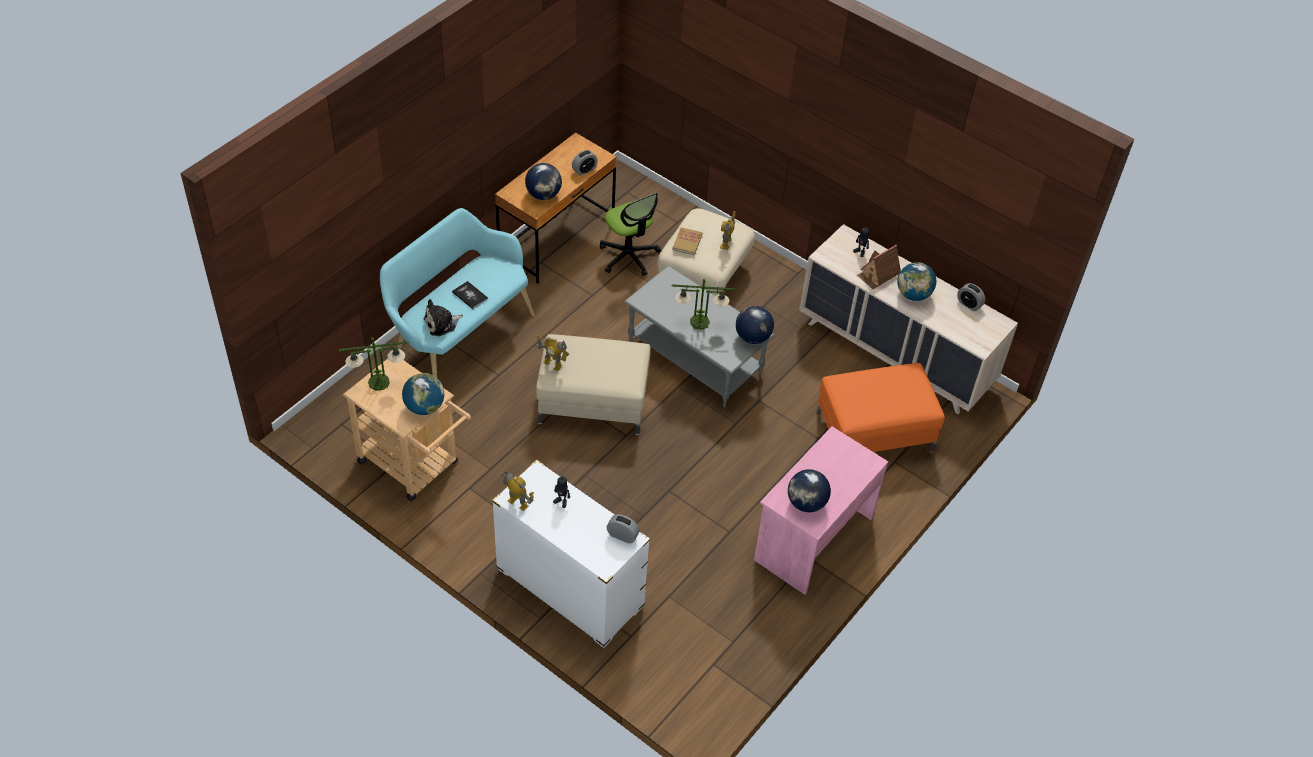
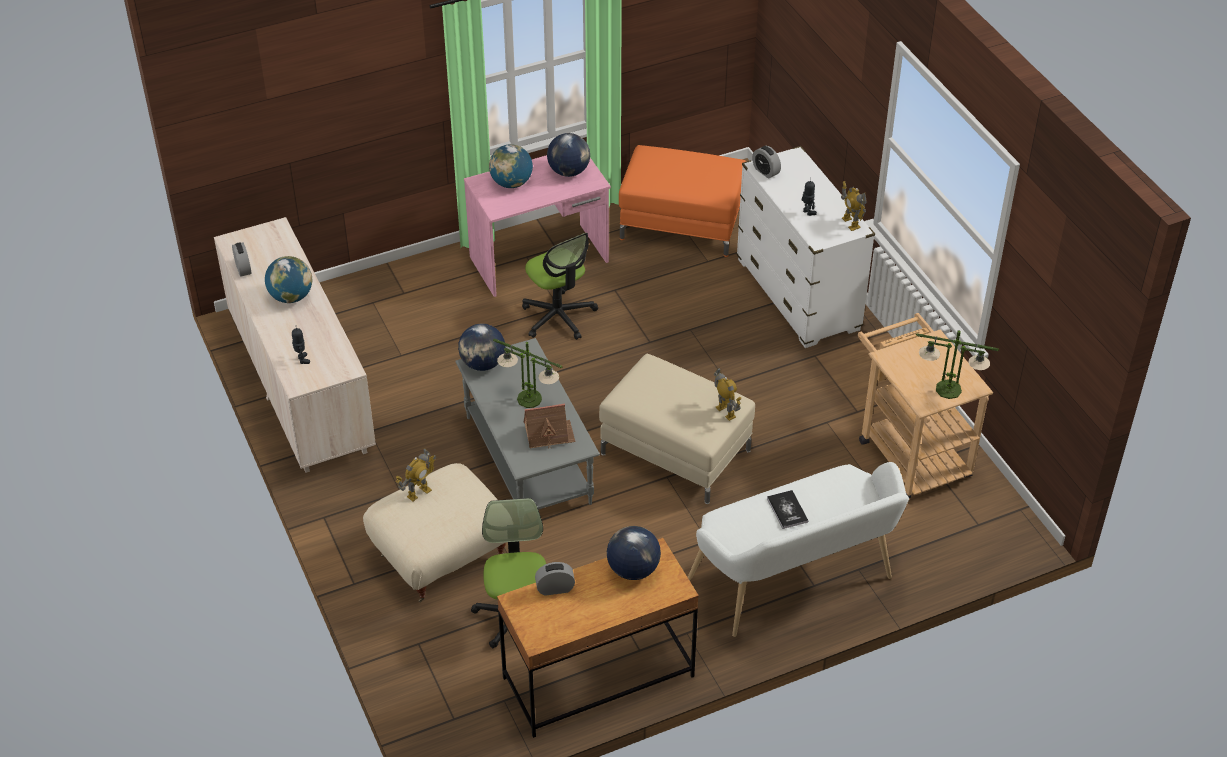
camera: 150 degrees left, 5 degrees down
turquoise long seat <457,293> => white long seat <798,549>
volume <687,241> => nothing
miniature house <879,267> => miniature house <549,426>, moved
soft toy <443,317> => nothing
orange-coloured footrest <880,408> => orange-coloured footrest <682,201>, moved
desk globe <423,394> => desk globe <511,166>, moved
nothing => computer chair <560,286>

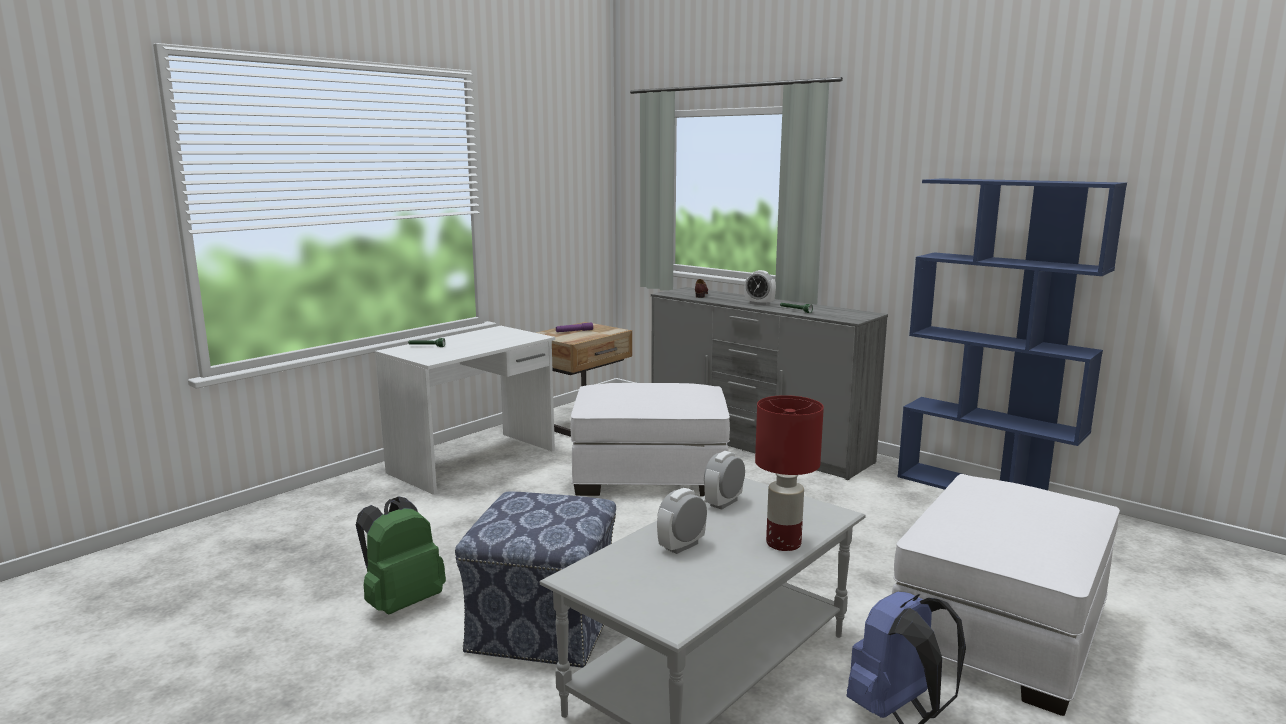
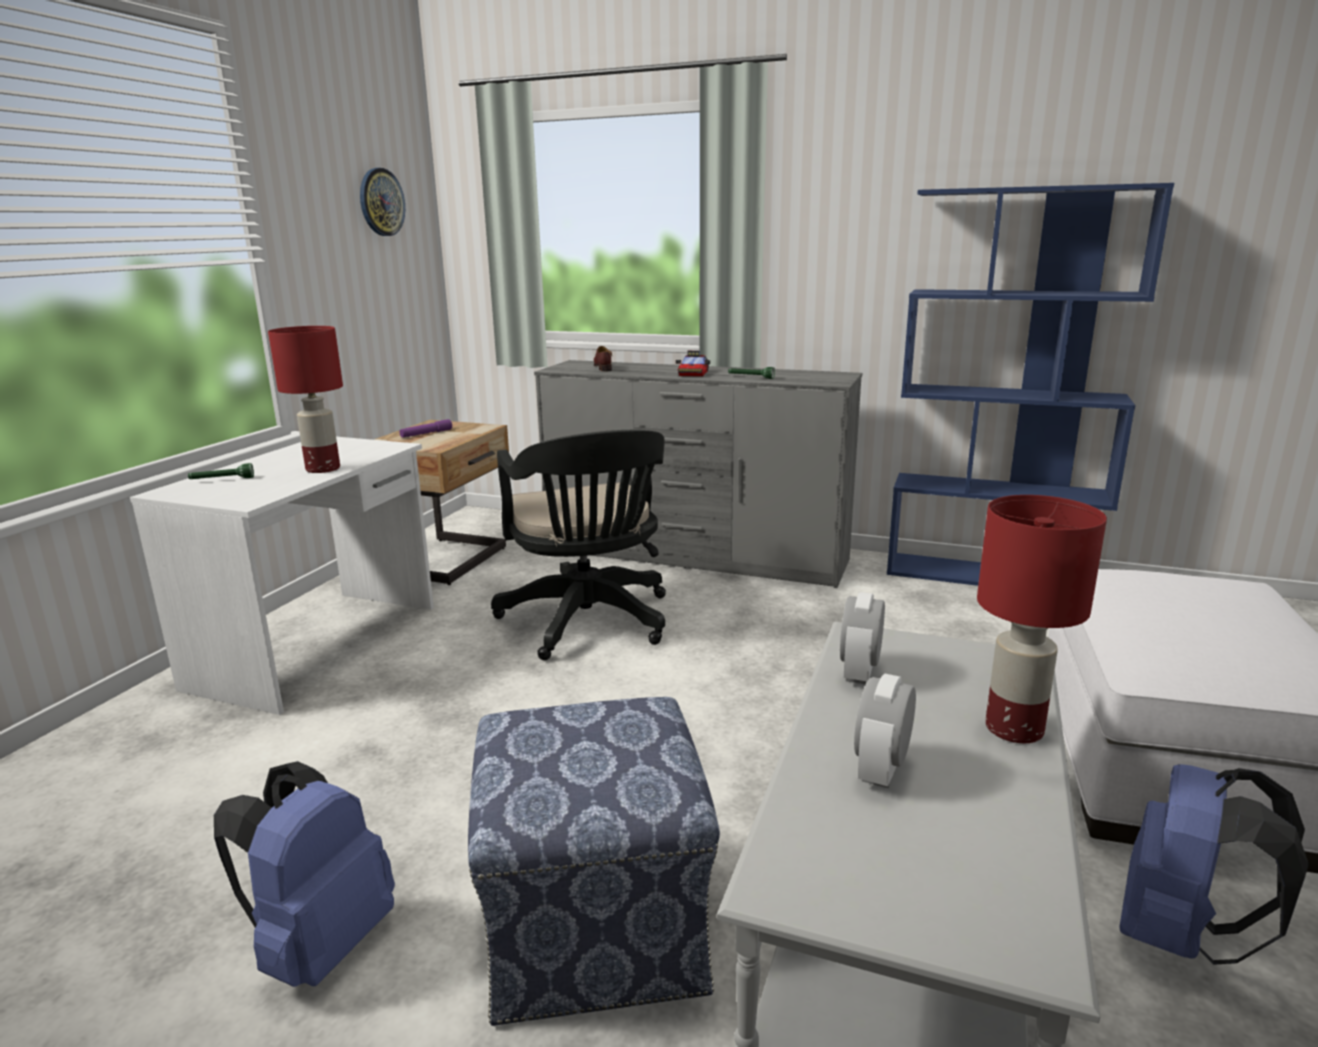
camera: 20 degrees left, 5 degrees up
bedside clock <760,288> => toy car <693,364>
white footrest <650,439> => black-coloured computer chair <578,545>
green rucksack <401,555> => blue rucksack <304,874>
nothing => clock on the wall <382,202>
nothing => reddish lamp for a table <305,399>

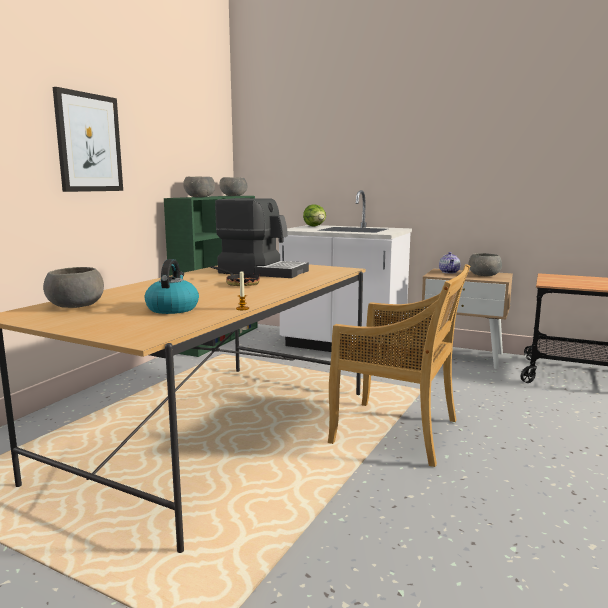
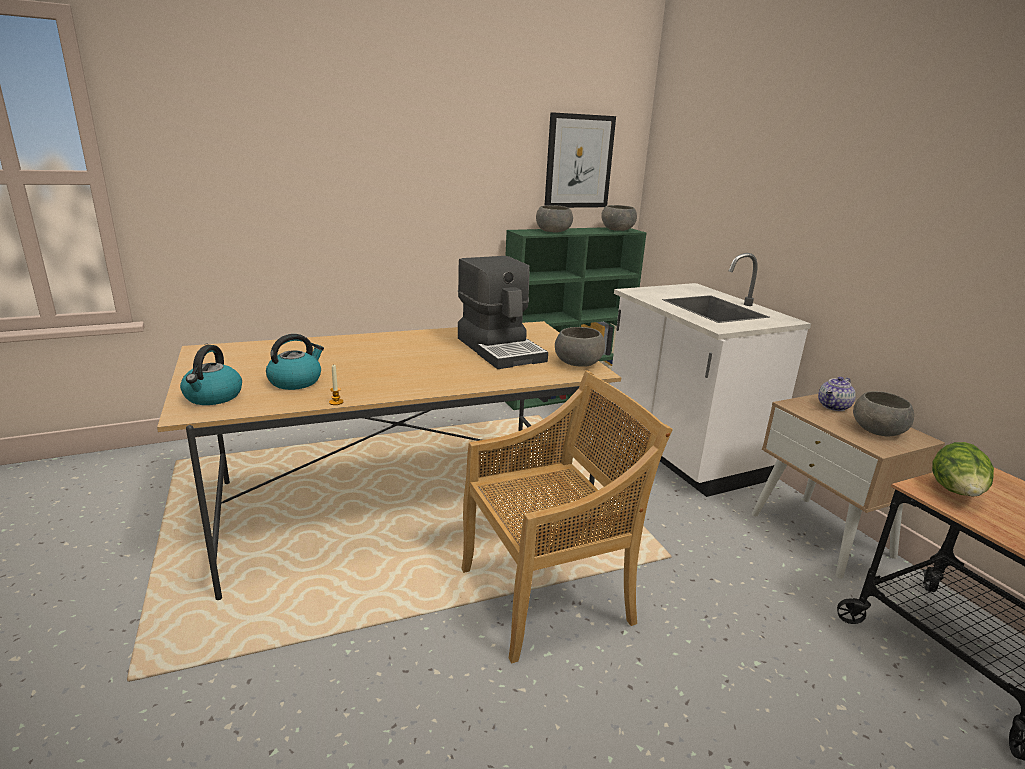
camera: 40 degrees right, 10 degrees up
picture <88,139> => picture <580,160>, moved
head of lettuce <314,215> => head of lettuce <963,469>, moved
beige-coloured plain chair <399,365> => beige-coloured plain chair <567,517>, 90 degrees counterclockwise
pan <235,276> => nothing
greyish serving bowl <73,287> => greyish serving bowl <580,347>, moved
nothing => kettle <211,375>

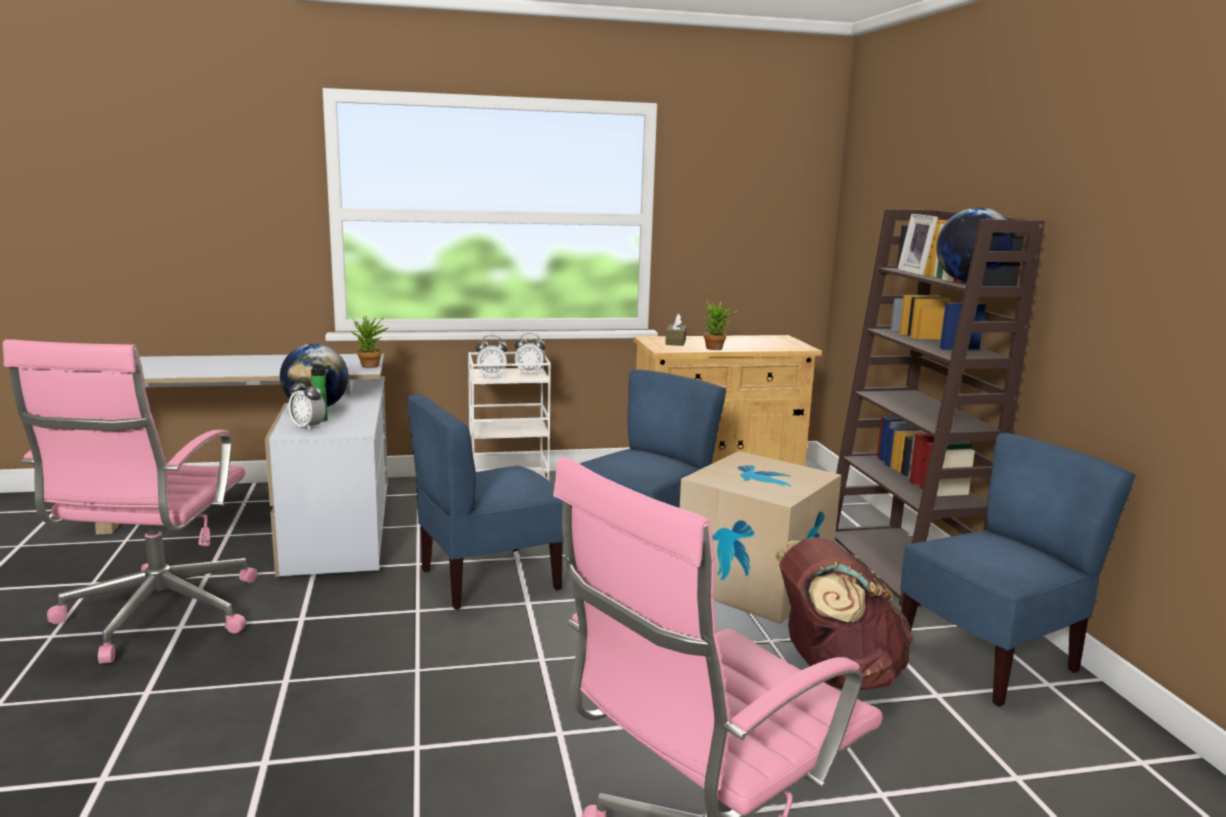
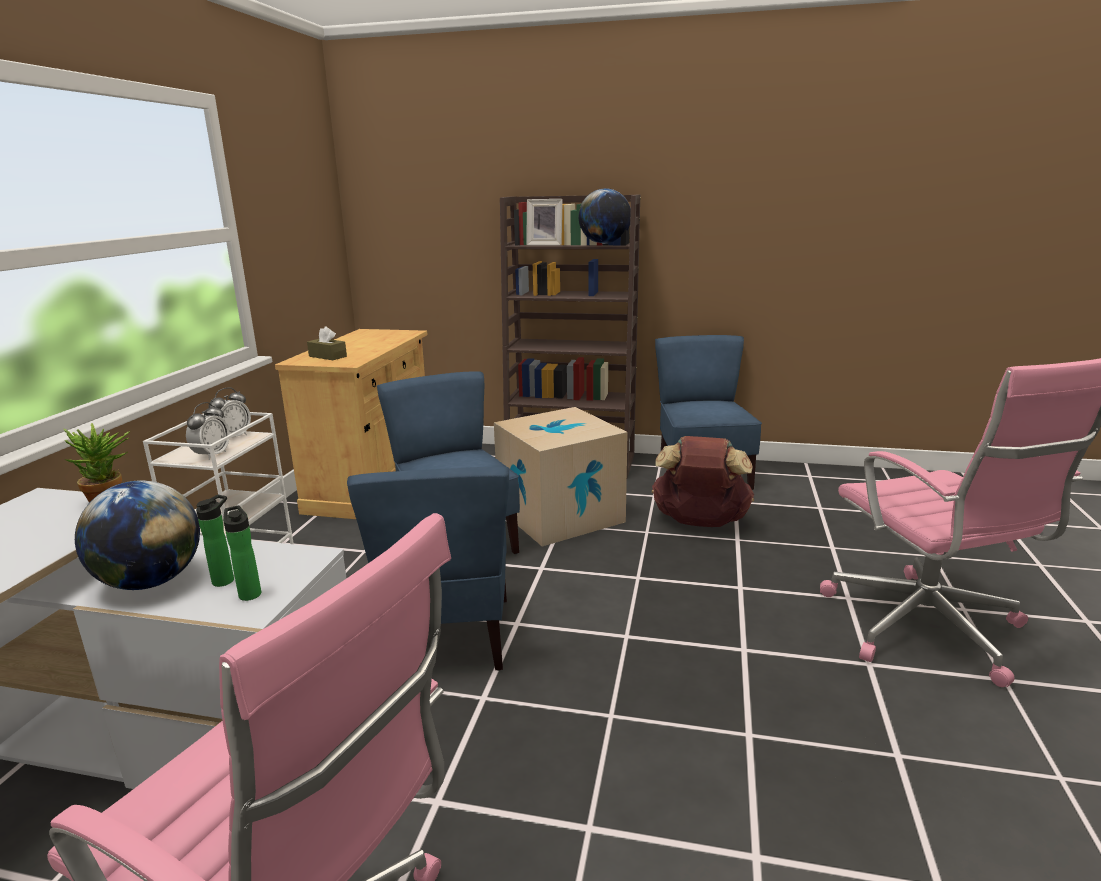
camera: 65 degrees left, 5 degrees up
potted plant <719,325> => nothing
bedside clock <307,404> => bottle <242,553>

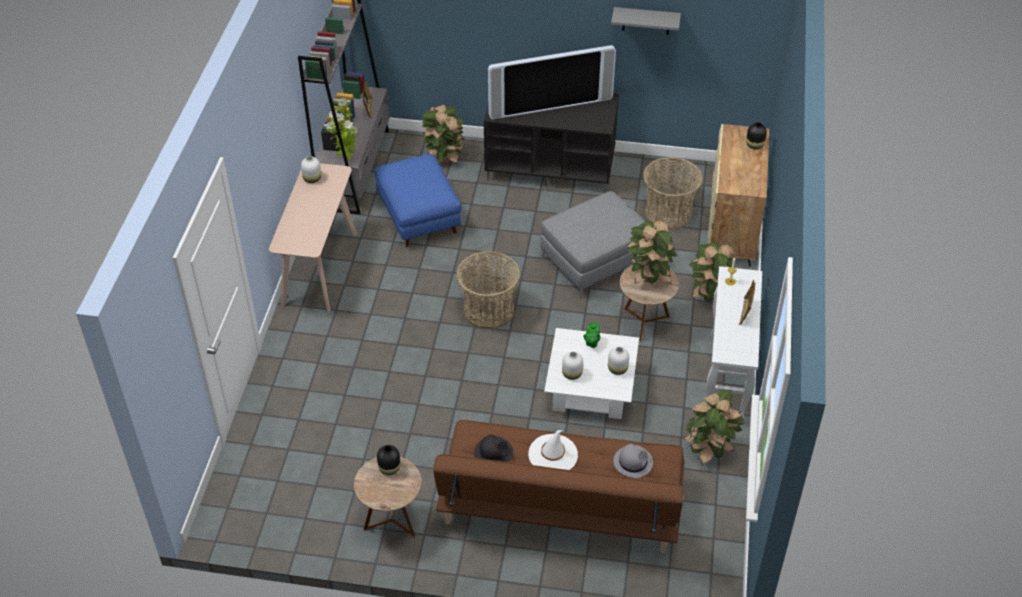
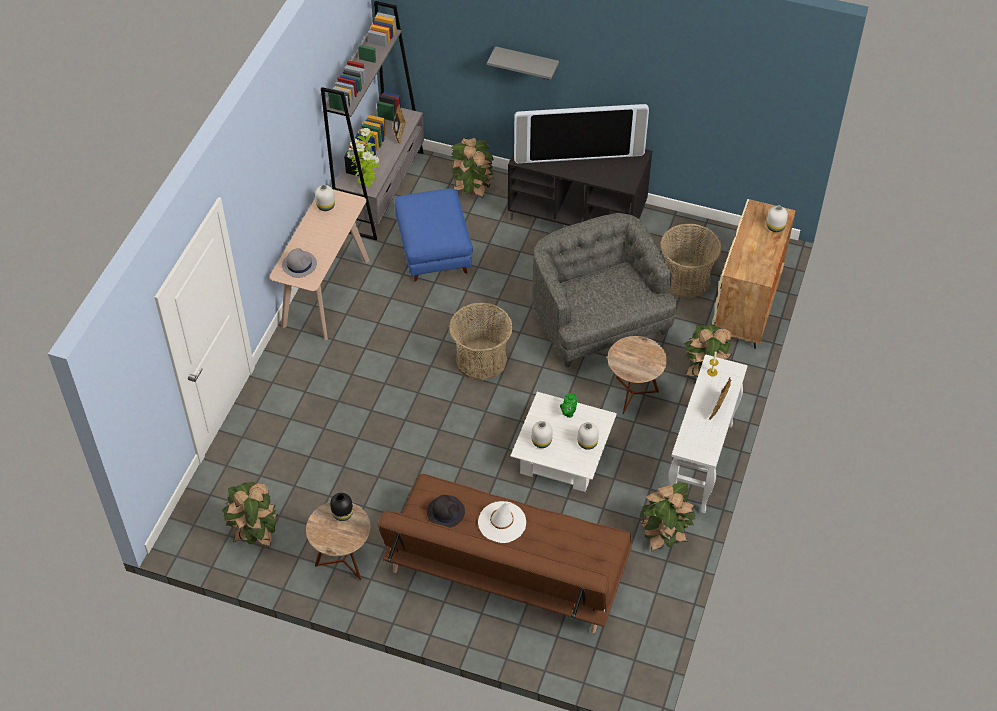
camera: 10 degrees right, 5 degrees up
greyish bracket shelf <646,21> => greyish bracket shelf <523,63>, moved
black-coloured flower vase <756,135> => white flower vase <777,219>
greyish footrest <592,245> => greyish easy chair <604,290>
potted plant <652,252> => potted plant <249,515>, moved
greyish clothing hat <633,461> => greyish clothing hat <299,263>, moved

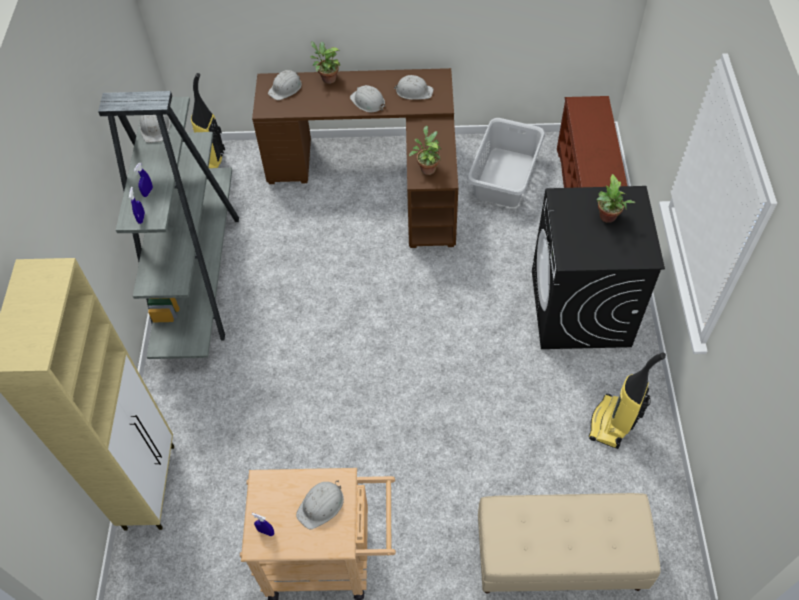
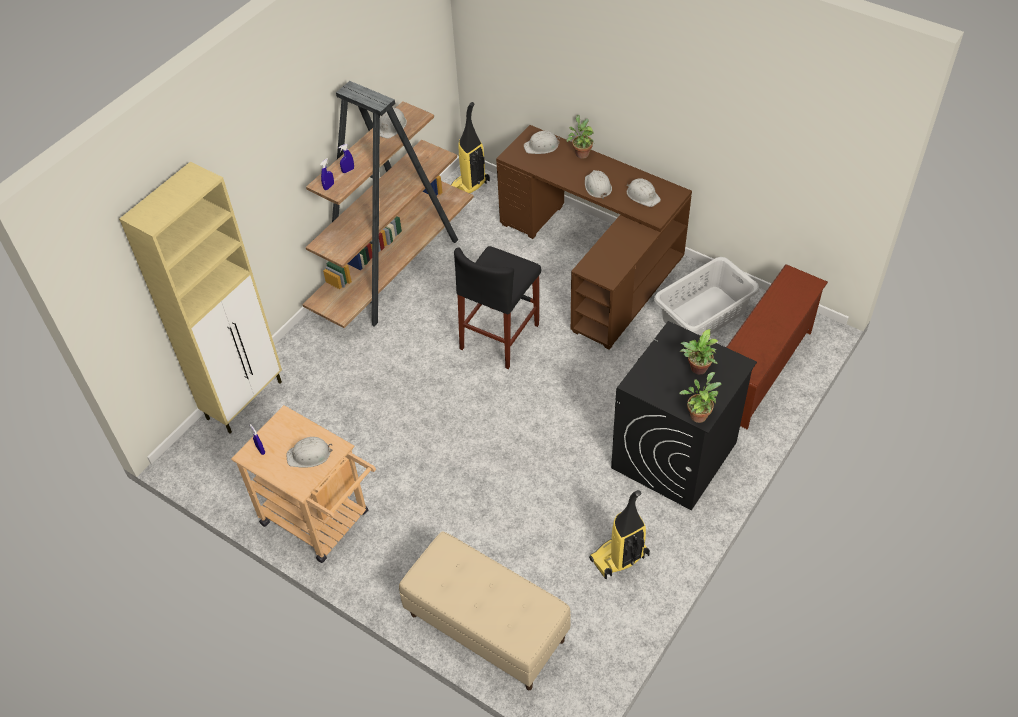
camera: 35 degrees right, 5 degrees down
greyish bookshelf <168,225> => brownish bookshelf <388,204>
potted plant <425,150> => potted plant <700,397>, moved
nothing => black-coloured stool <497,307>

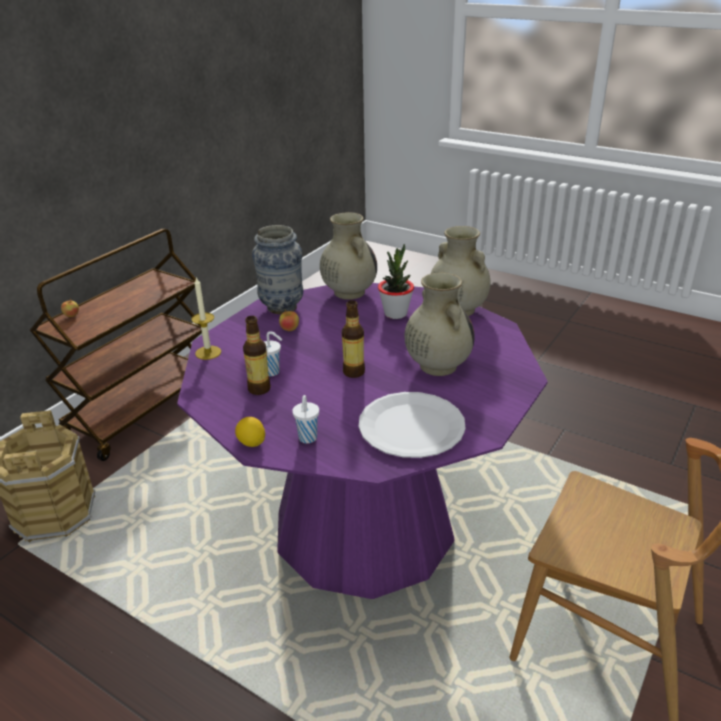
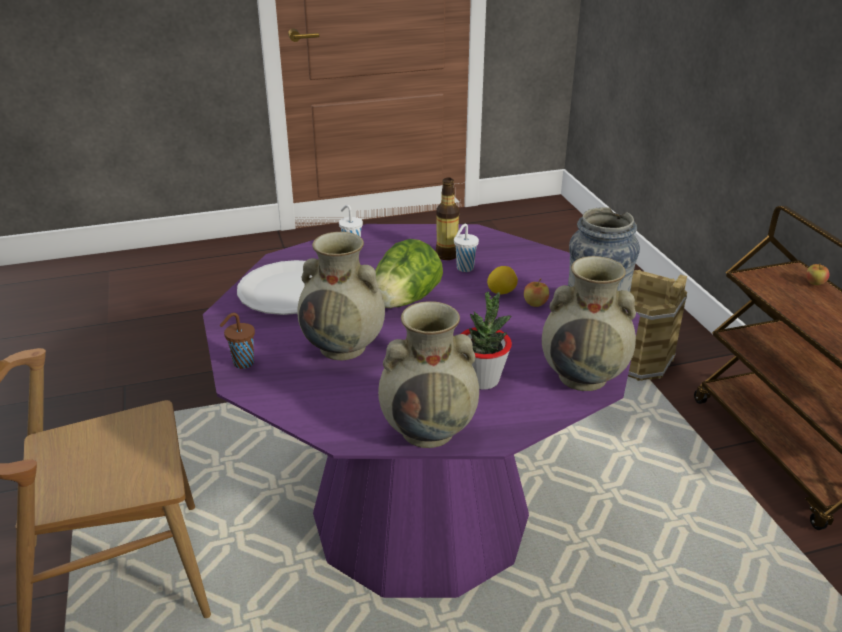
camera: 130 degrees right, 0 degrees up
candle <206,318> => nothing
bottle <353,339> => head of lettuce <409,273>
citrus fruit <250,432> => citrus fruit <502,280>, moved
nothing => brownish drinking cup <237,341>

